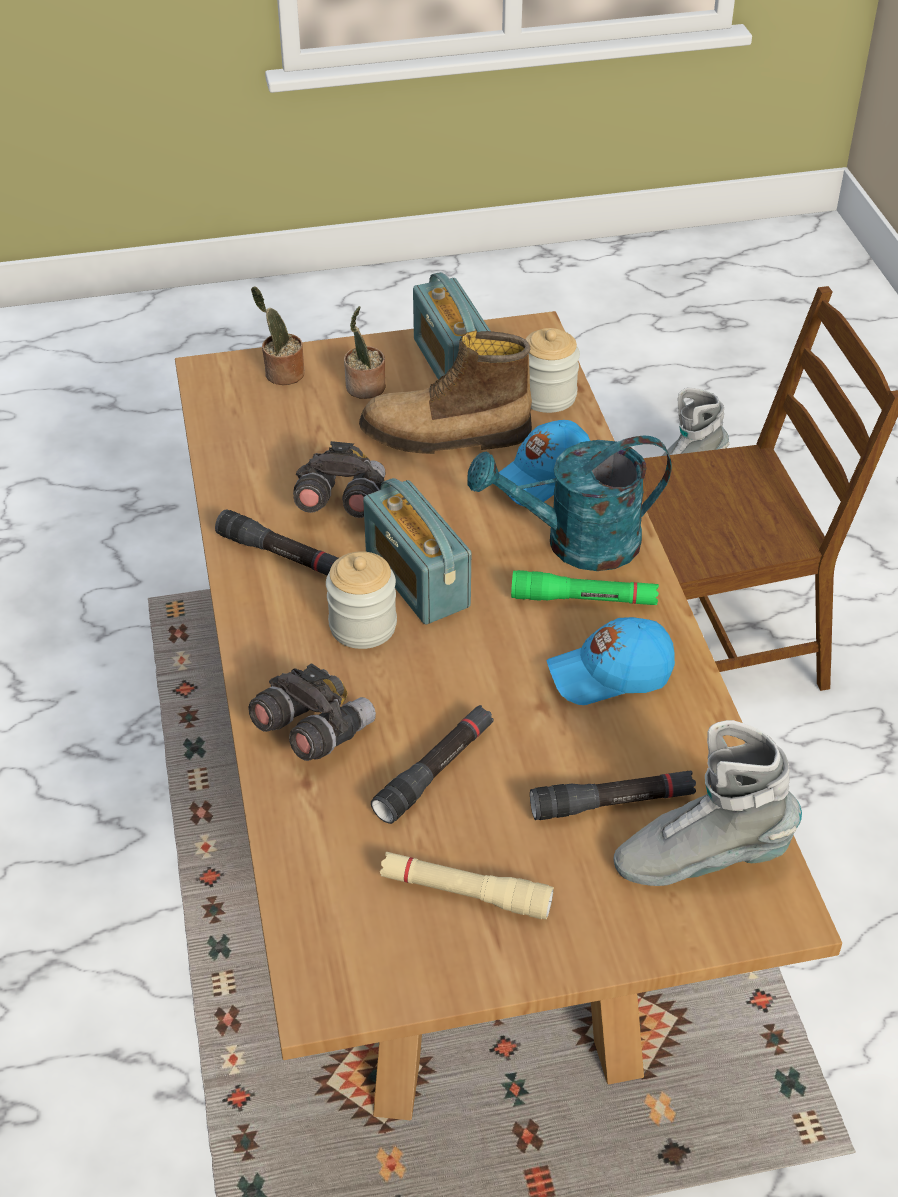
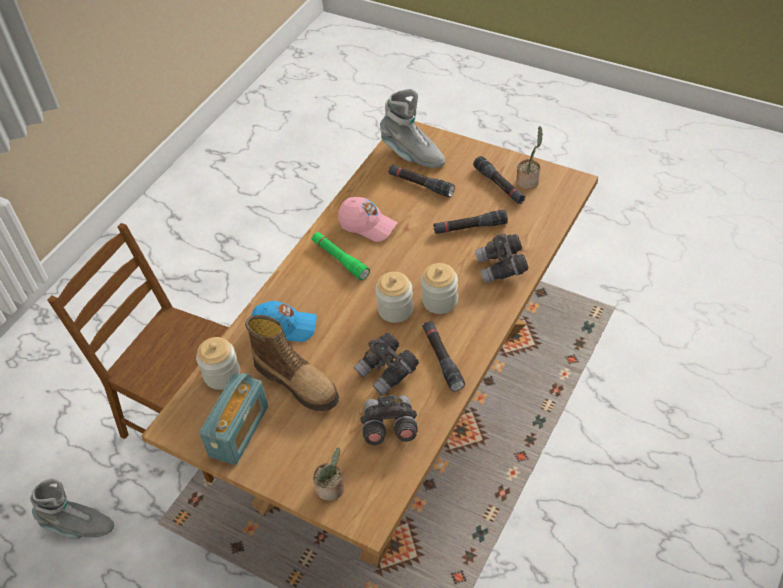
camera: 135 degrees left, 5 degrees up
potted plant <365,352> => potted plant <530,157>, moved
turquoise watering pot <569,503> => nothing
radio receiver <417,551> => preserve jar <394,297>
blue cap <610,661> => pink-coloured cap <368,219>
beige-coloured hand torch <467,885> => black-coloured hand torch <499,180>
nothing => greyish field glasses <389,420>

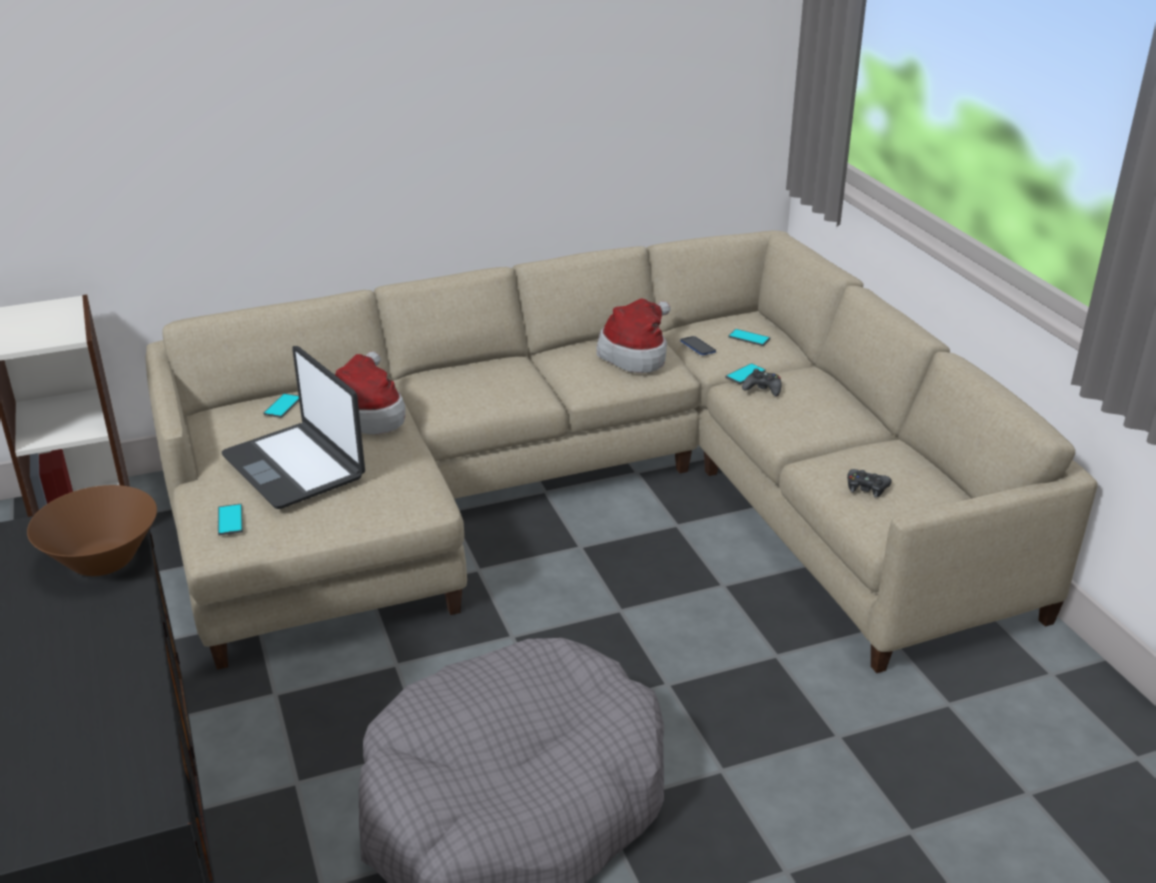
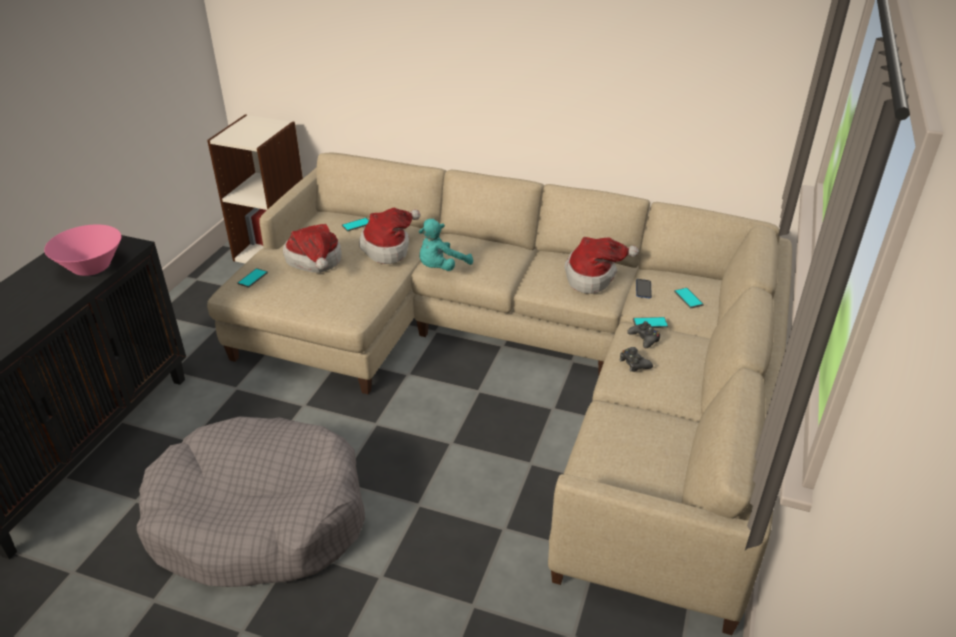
camera: 40 degrees right, 5 degrees up
notebook computer <293,427> => clothing hat <312,248>
black-coloured game controller <869,483> => black-coloured game controller <636,359>, moved
brownish serving bowl <92,530> => pink-coloured serving bowl <82,250>
nothing => turquoise soft toy <446,245>

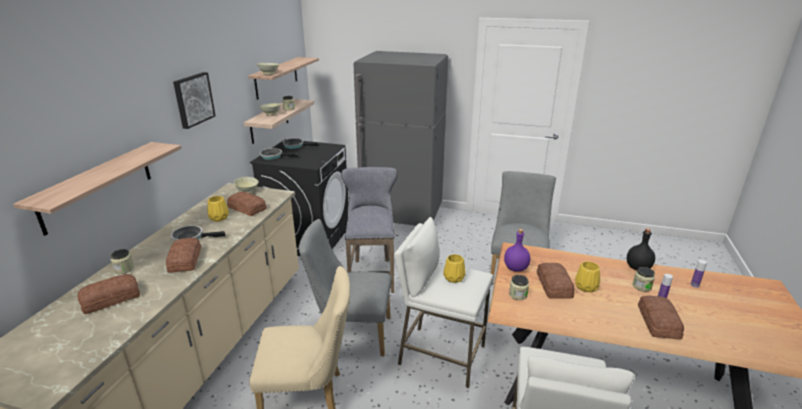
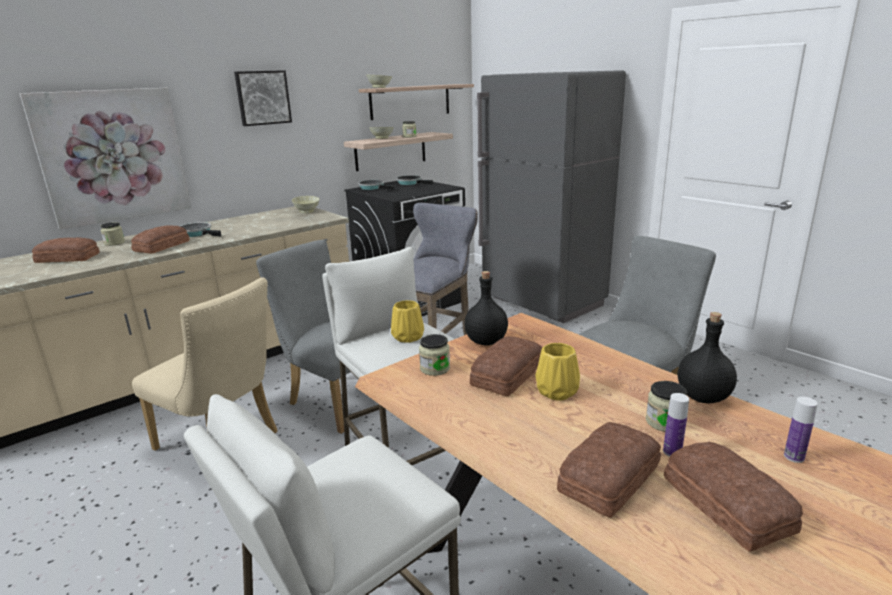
camera: 35 degrees right, 5 degrees down
bracket shelf <97,189> => picture <106,158>
bakery bread <247,204> => bakery bread <733,497>, moved
yellowish flower vase <218,209> => nothing
purple bottle <517,250> => black-coloured bottle <486,308>

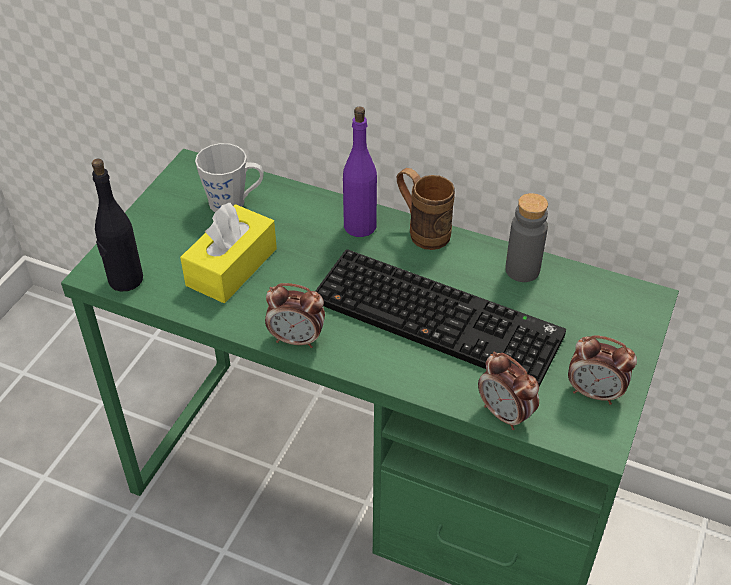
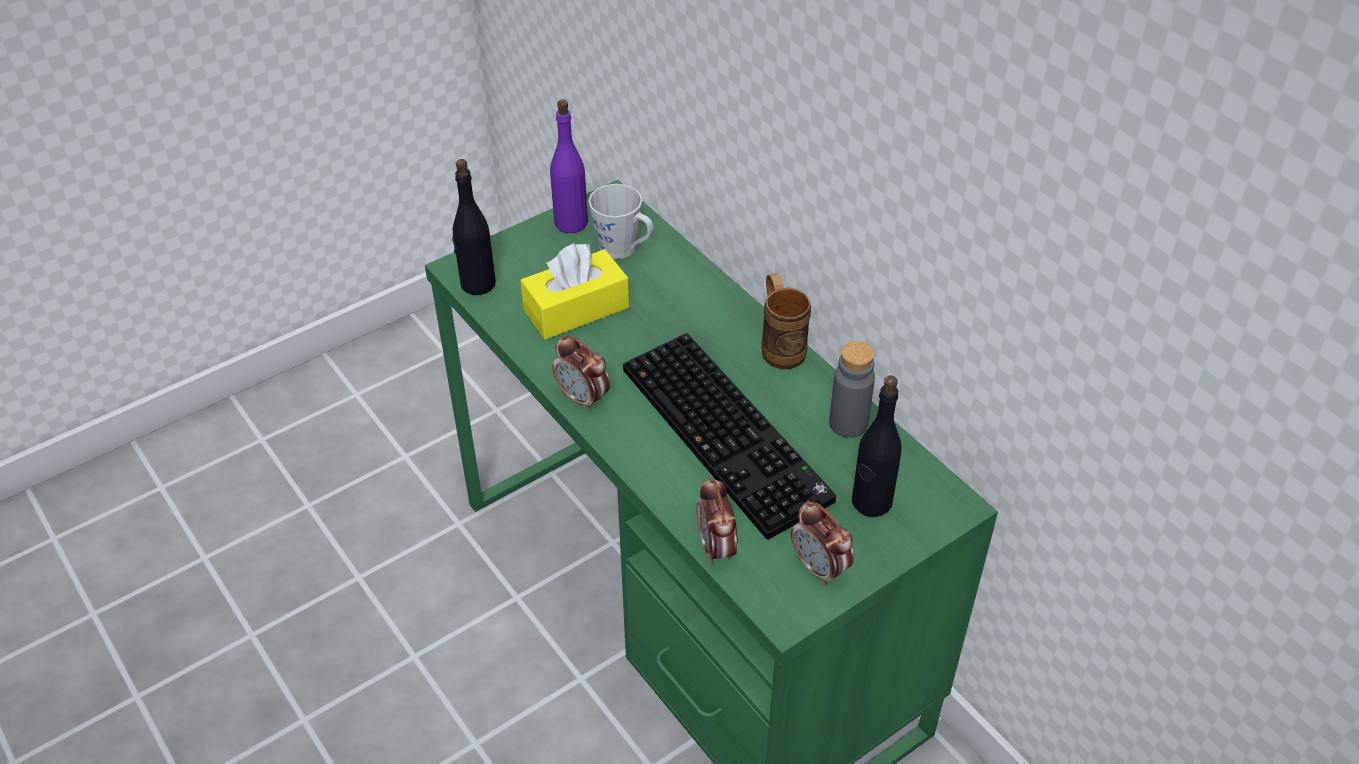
camera: 30 degrees right, 0 degrees up
purple bottle <360,171> => purple bottle <569,166>, moved
nothing => black-coloured bottle <877,446>

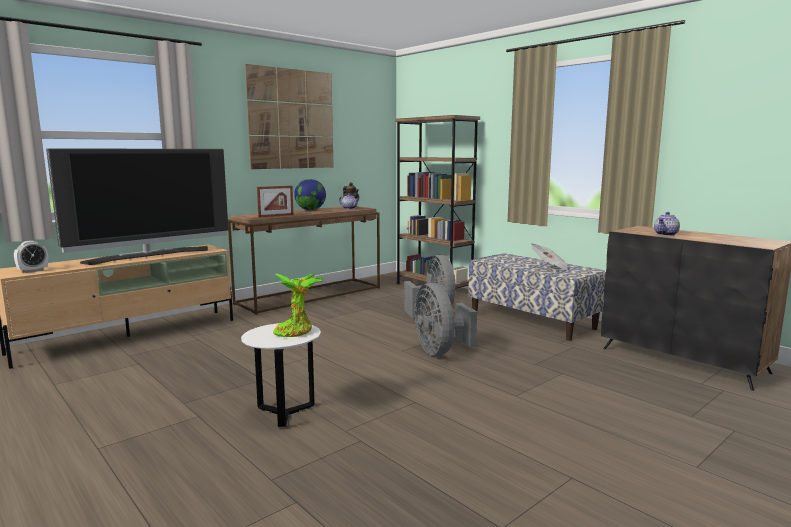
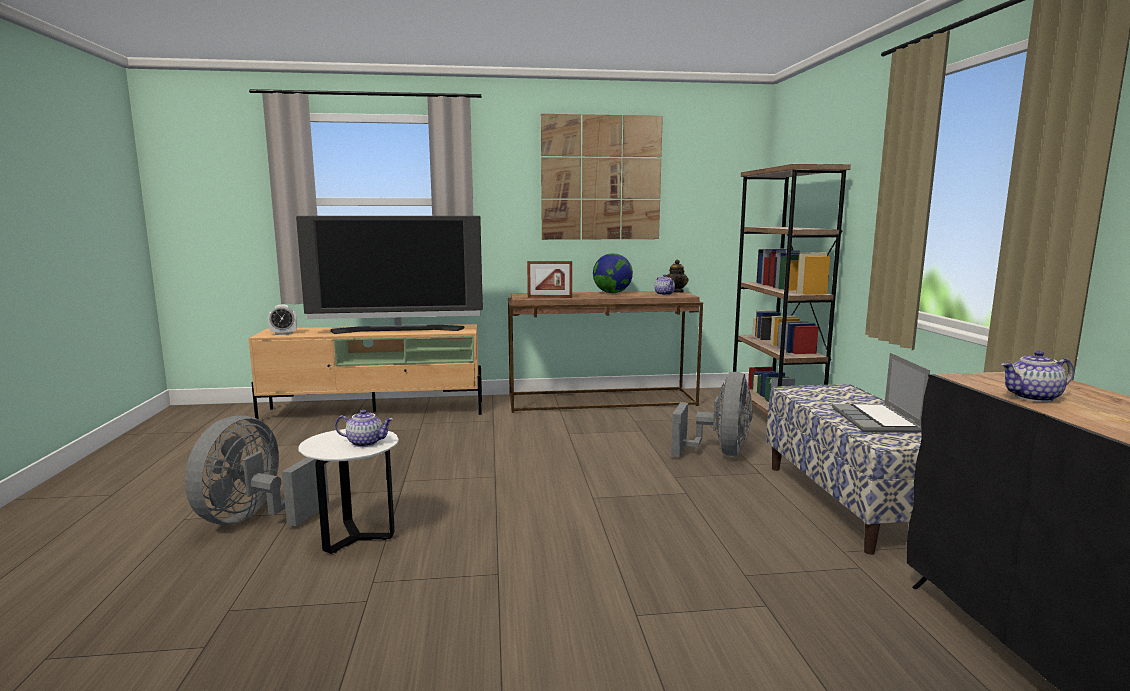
camera: 35 degrees right, 0 degrees up
printed paper <549,257> => notebook computer <881,392>
potted plant <298,305> => teapot <364,428>
greyish fan <445,319> => greyish fan <257,470>, moved

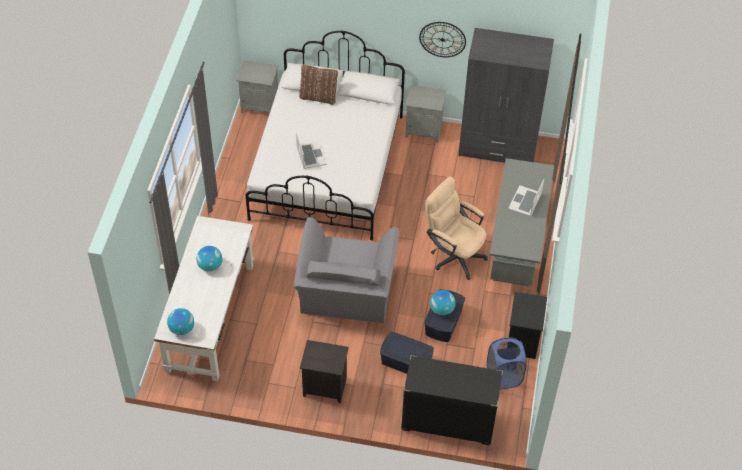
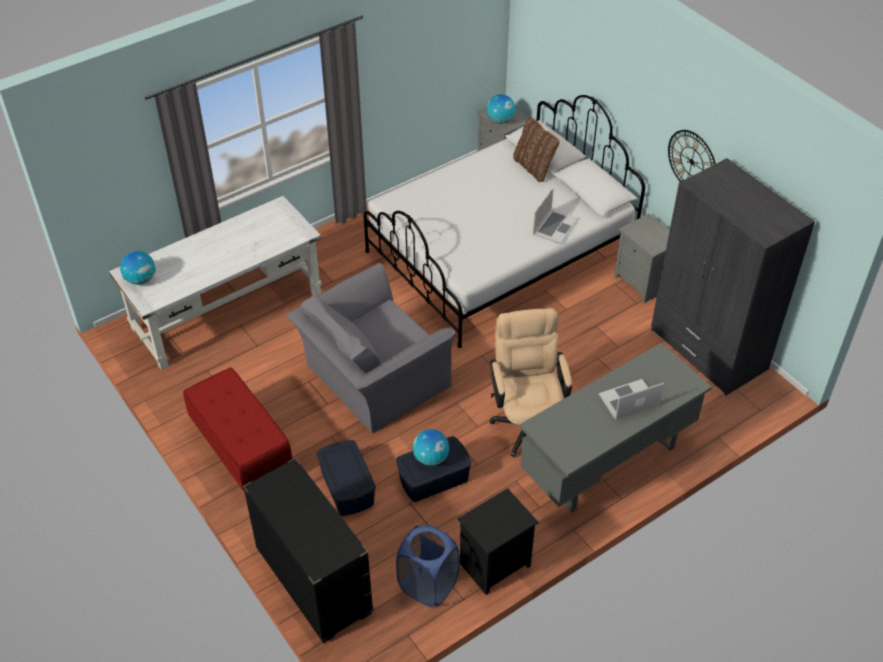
camera: 45 degrees right, 5 degrees down
notebook computer <311,150> => notebook computer <555,216>, moved
desk globe <209,259> => desk globe <501,109>, moved
black-coloured nightstand <324,371> => reddish long seat <237,429>

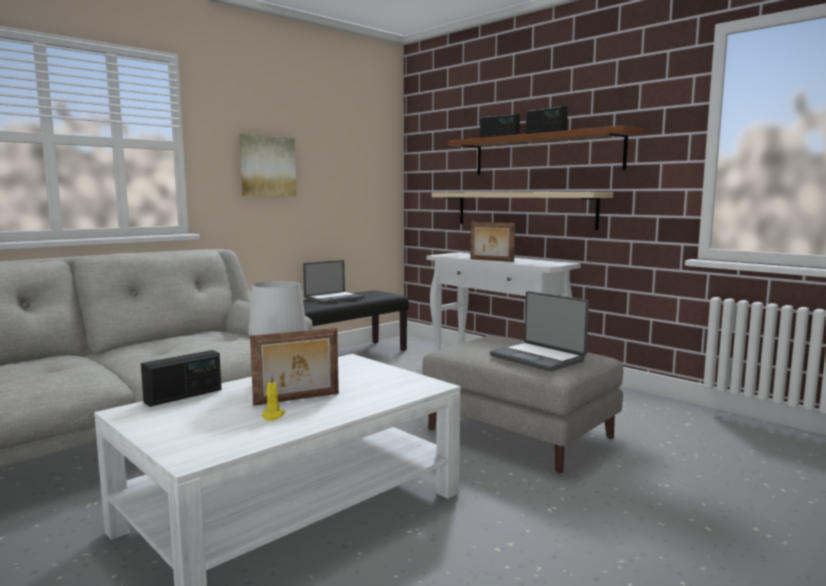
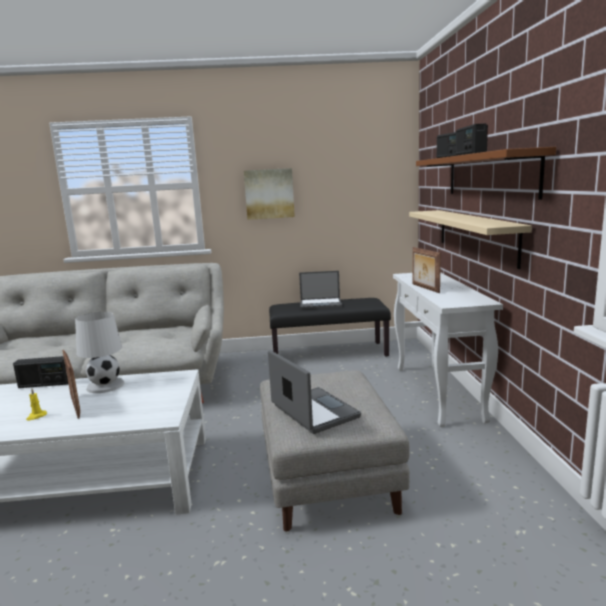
camera: 40 degrees right, 5 degrees up
notebook computer <539,331> => notebook computer <314,392>, 150 degrees clockwise
picture frame <294,366> => picture frame <71,384>, 135 degrees counterclockwise

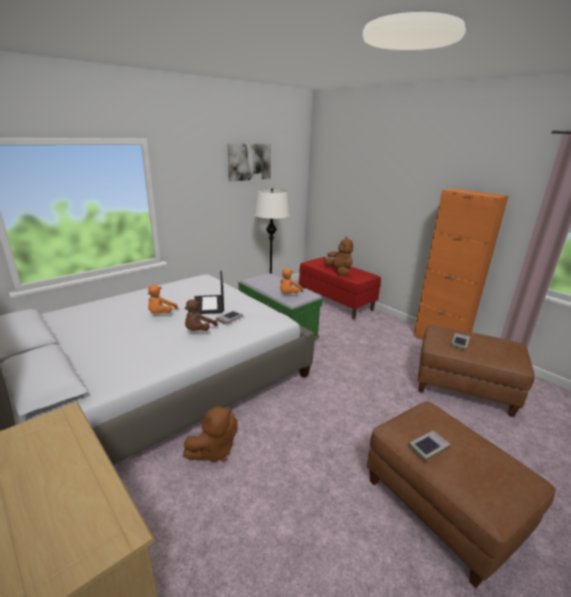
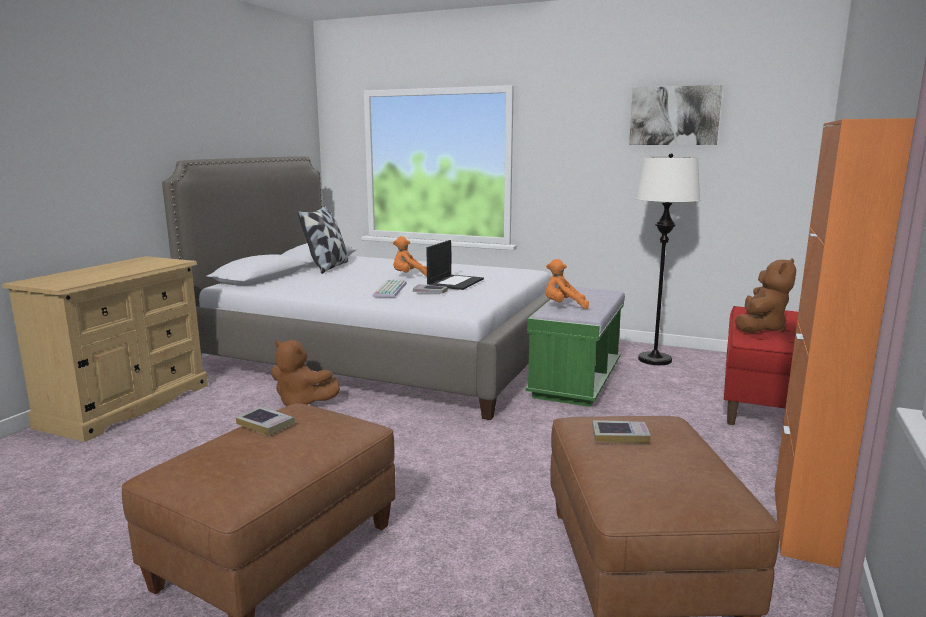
camera: 65 degrees right, 10 degrees down
notebook computer <209,292> => notebook computer <455,265>, 150 degrees clockwise
brownish soft toy <201,315> => computer keyboard <389,288>
nothing => throw pillow <322,240>

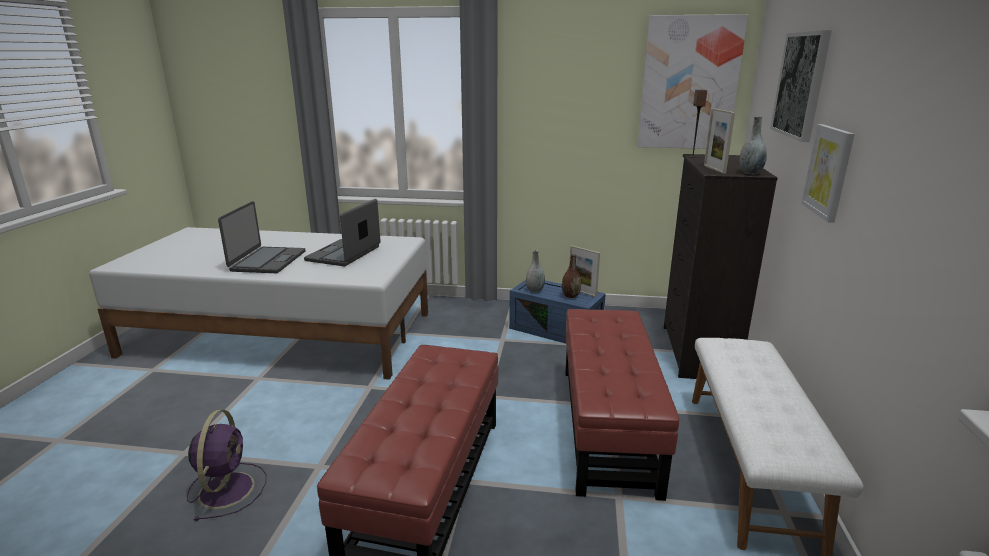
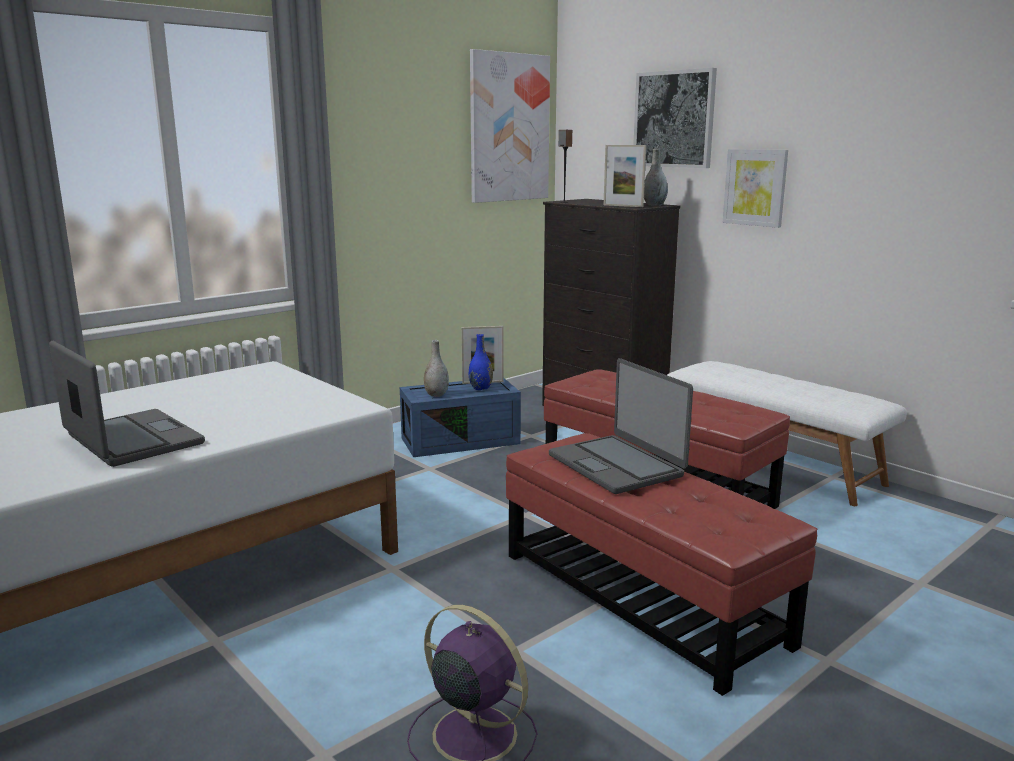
camera: 50 degrees left, 5 degrees down
notebook computer <342,232> => notebook computer <621,426>, moved
brownish flower vase <571,276> => blue flower vase <481,362>

